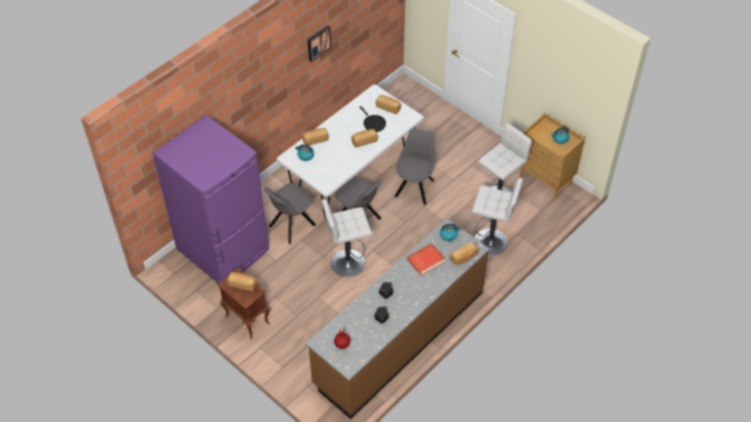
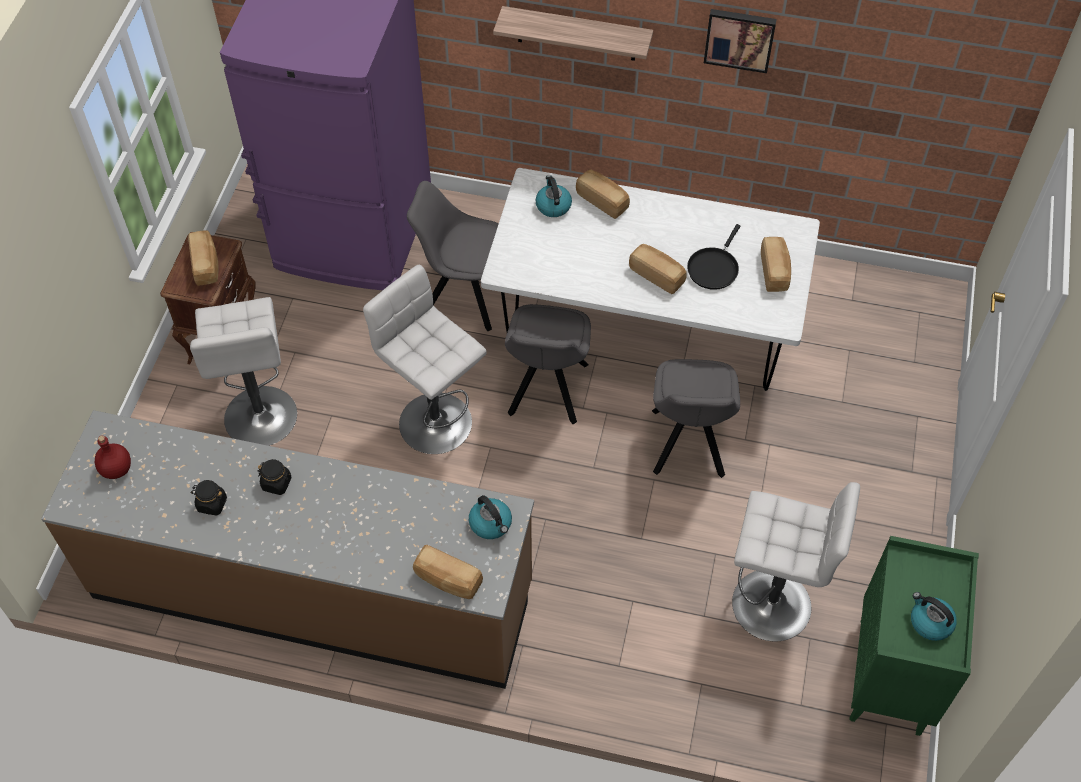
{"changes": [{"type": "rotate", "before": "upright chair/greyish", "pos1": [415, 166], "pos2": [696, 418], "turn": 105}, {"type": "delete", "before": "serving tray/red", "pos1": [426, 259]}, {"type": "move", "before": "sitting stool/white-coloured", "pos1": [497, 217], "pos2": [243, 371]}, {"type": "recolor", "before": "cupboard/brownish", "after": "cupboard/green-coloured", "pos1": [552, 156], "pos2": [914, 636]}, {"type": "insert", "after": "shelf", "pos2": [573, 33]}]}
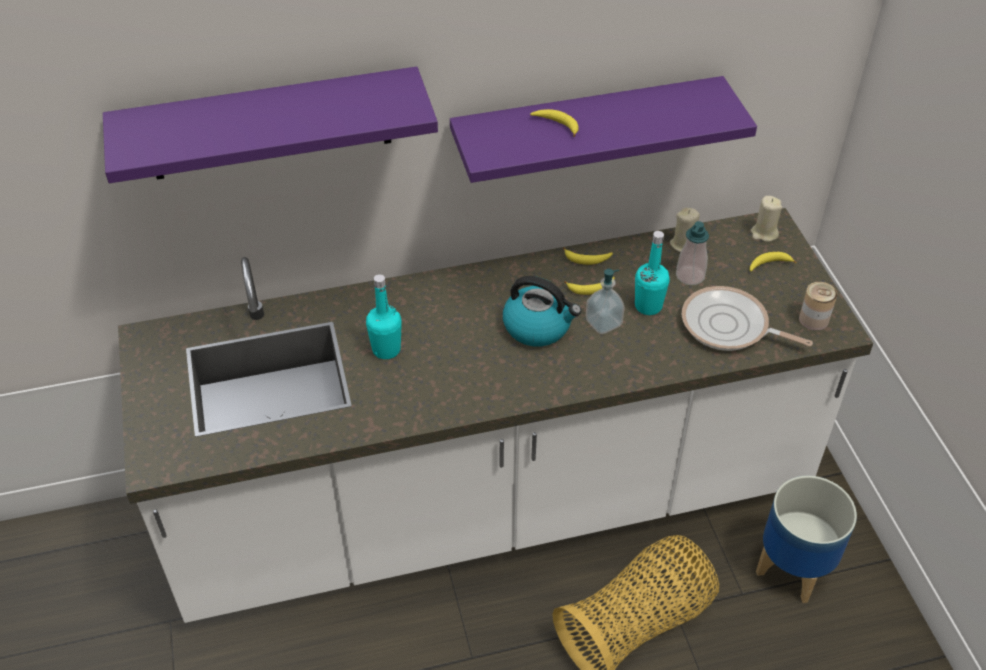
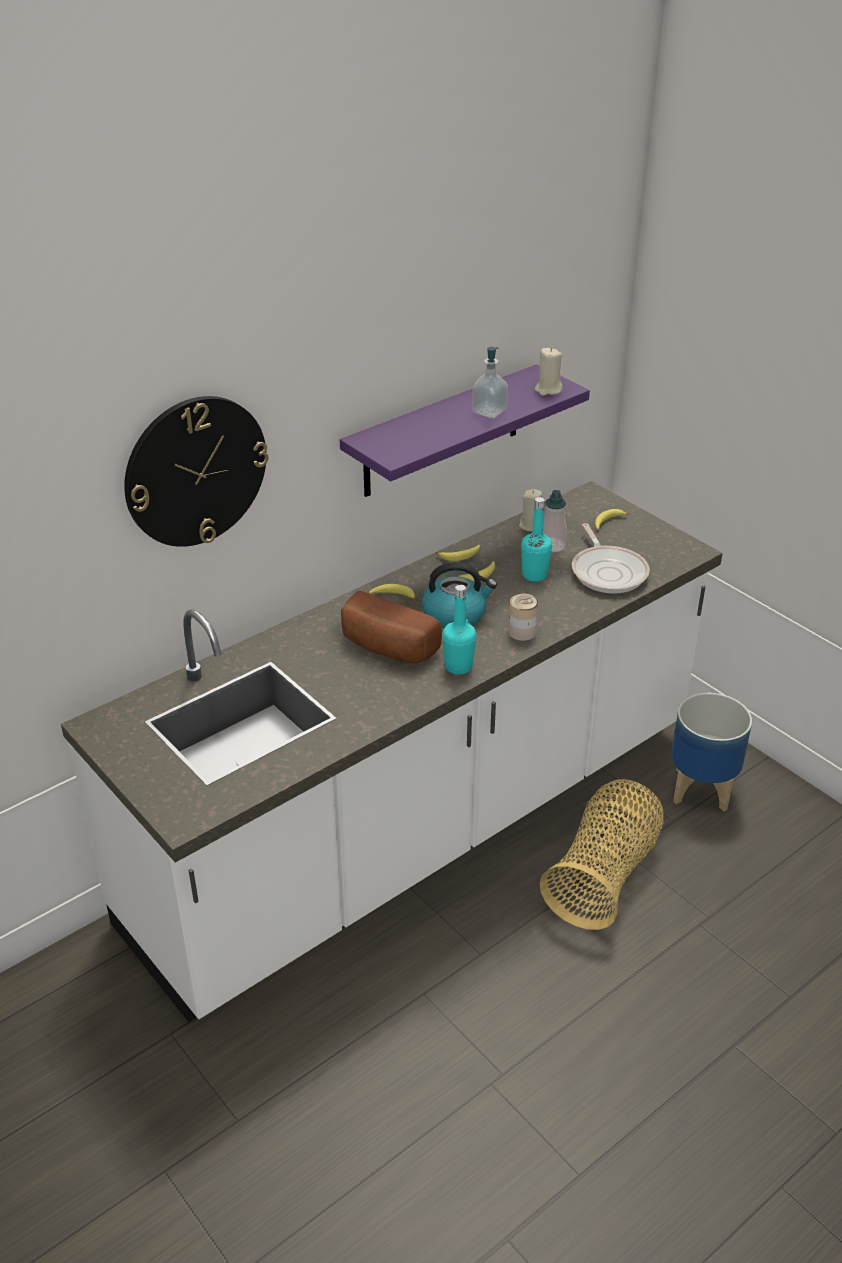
{"changes": [{"type": "replace", "before": "shelf/purple-coloured", "after": "clock on the wall", "pos1": [270, 125], "pos2": [196, 471]}, {"type": "move", "before": "beverage bottle/turquoise-coloured", "pos1": [384, 316], "pos2": [459, 630]}, {"type": "move", "before": "banana fruit", "pos1": [554, 123], "pos2": [392, 592]}, {"type": "move", "before": "soap dispenser", "pos1": [605, 301], "pos2": [490, 382]}, {"type": "rotate", "before": "frying pan", "pos1": [747, 318], "pos2": [611, 558], "turn": -105}, {"type": "move", "before": "candle/beige", "pos1": [766, 219], "pos2": [549, 372]}, {"type": "move", "before": "can", "pos1": [818, 306], "pos2": [524, 617]}, {"type": "insert", "after": "bread", "pos2": [391, 627]}]}
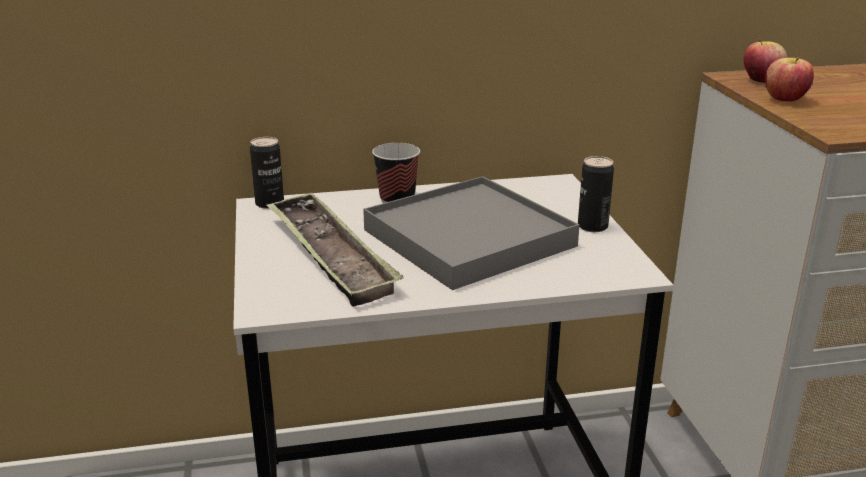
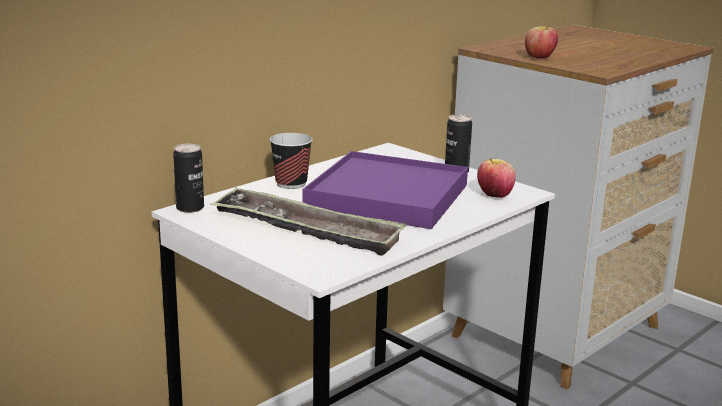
{"changes": [{"type": "recolor", "before": "serving tray/greyish", "after": "serving tray/purple-coloured", "pos1": [471, 233], "pos2": [385, 190]}, {"type": "move", "before": "whole apple", "pos1": [765, 60], "pos2": [496, 178]}]}
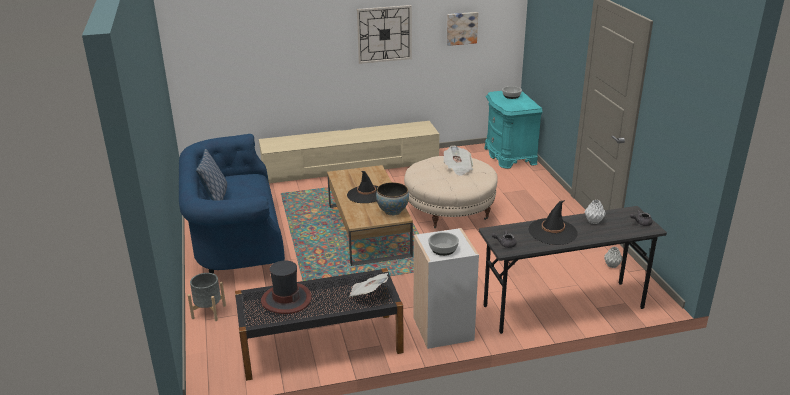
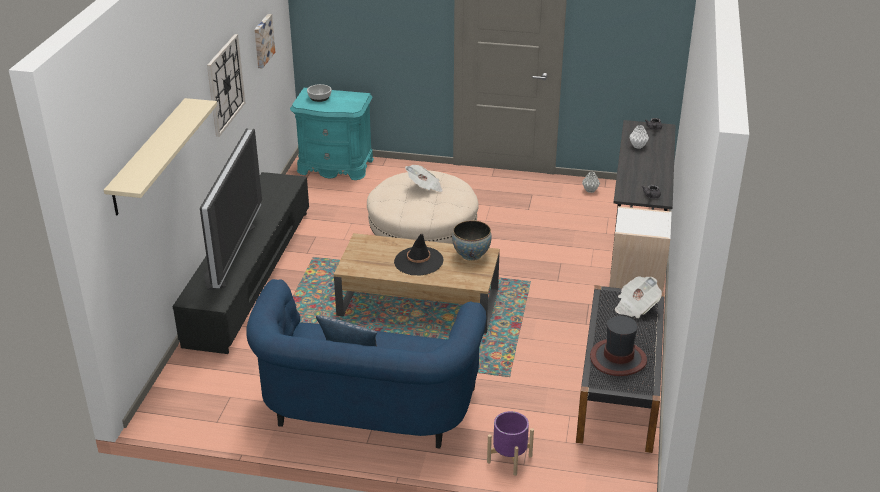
{"changes": [{"type": "recolor", "before": "planter/greyish", "after": "planter/purple-coloured", "pos1": [207, 297], "pos2": [510, 443]}, {"type": "recolor", "before": "tv stand/beige", "after": "tv stand/blackish", "pos1": [349, 152], "pos2": [240, 263]}, {"type": "delete", "before": "bowl", "pos1": [443, 244]}, {"type": "delete", "before": "wearable hat/blackish", "pos1": [553, 222]}, {"type": "insert", "after": "shelf/beige", "pos2": [160, 156]}, {"type": "insert", "after": "television", "pos2": [231, 209]}]}
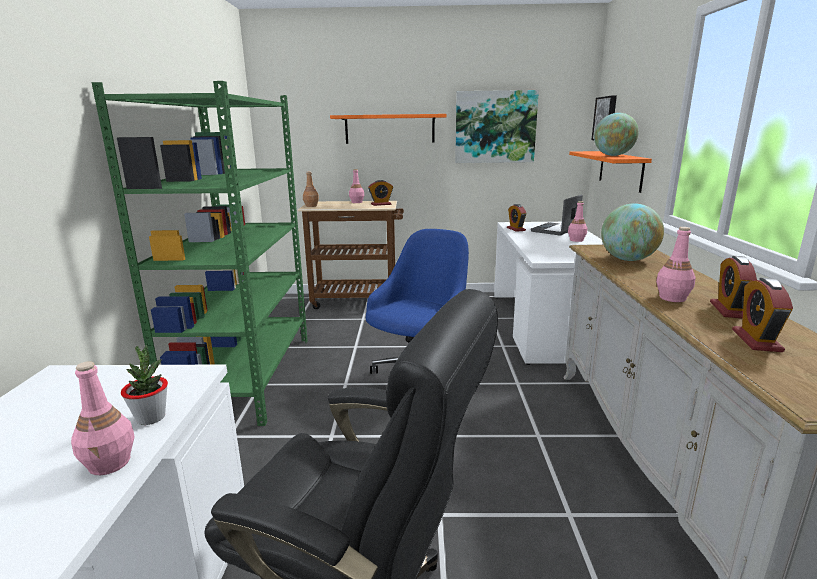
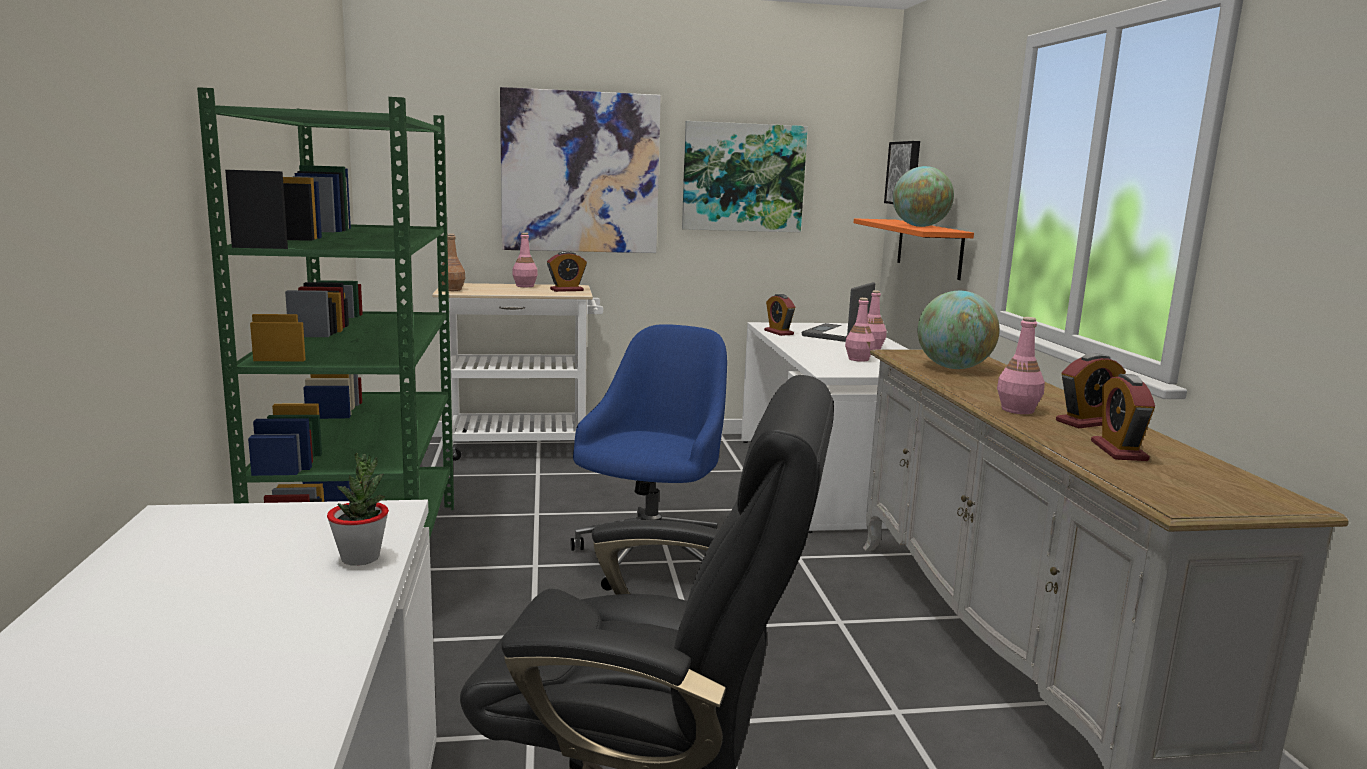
{"changes": [{"type": "move", "before": "beverage bottle/pink-coloured", "pos1": [102, 418], "pos2": [860, 330]}, {"type": "recolor", "before": "cart/brownish", "after": "cart/white-coloured", "pos1": [351, 255], "pos2": [517, 372]}, {"type": "replace", "before": "shelf/orangey", "after": "picture", "pos1": [388, 129], "pos2": [580, 170]}, {"type": "rotate", "before": "alarm clock", "pos1": [733, 287], "pos2": [1091, 390], "turn": -120}]}
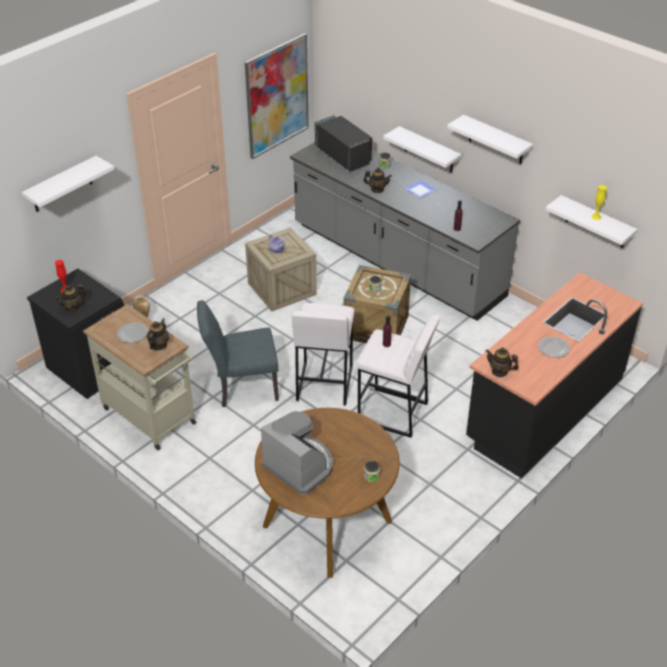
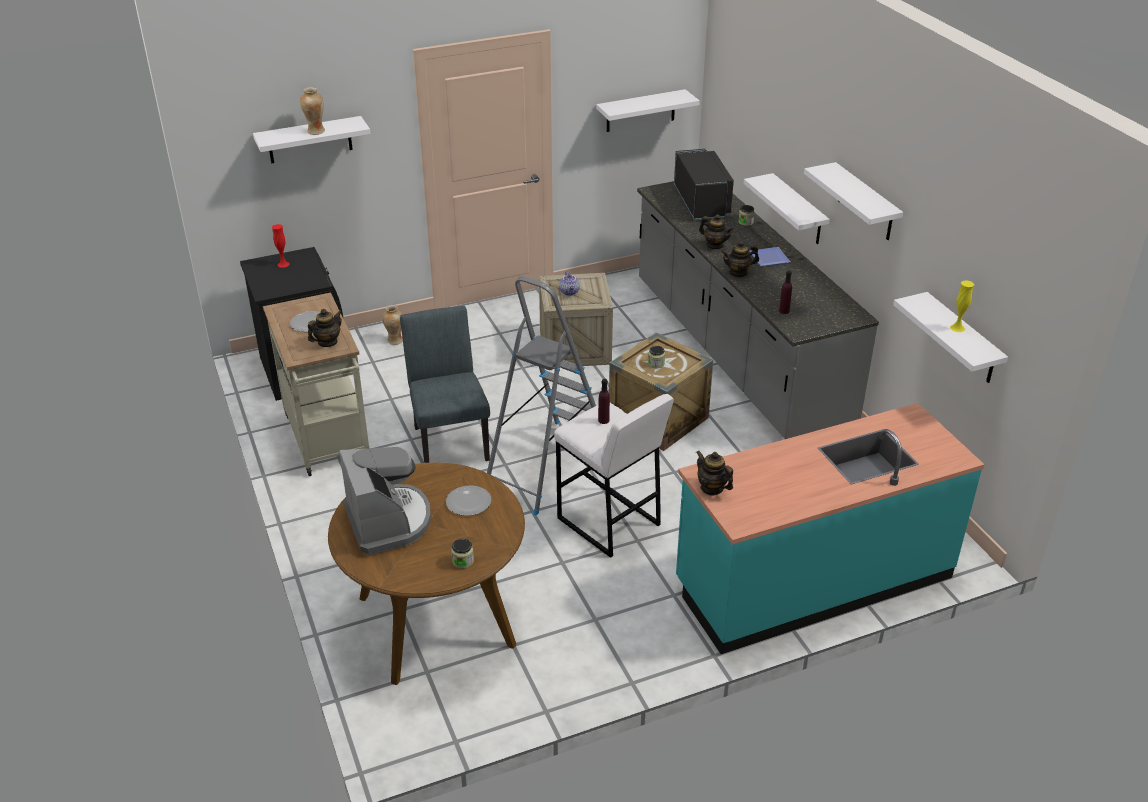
{"changes": [{"type": "move", "before": "pot for tea", "pos1": [70, 298], "pos2": [740, 259]}, {"type": "rotate", "before": "upright chair/greyish", "pos1": [238, 353], "pos2": [445, 384], "turn": 60}, {"type": "replace", "before": "picture", "after": "shelf/white-coloured", "pos1": [277, 96], "pos2": [648, 110]}, {"type": "replace", "before": "sitting stool/white-coloured", "after": "stepladder/greyish", "pos1": [323, 354], "pos2": [541, 395]}, {"type": "recolor", "before": "kitchen base unit/blackish", "after": "kitchen base unit/turquoise-coloured", "pos1": [554, 375], "pos2": [830, 528]}, {"type": "move", "before": "flat dish", "pos1": [554, 347], "pos2": [468, 500]}, {"type": "insert", "after": "decorative vase", "pos2": [312, 111]}]}
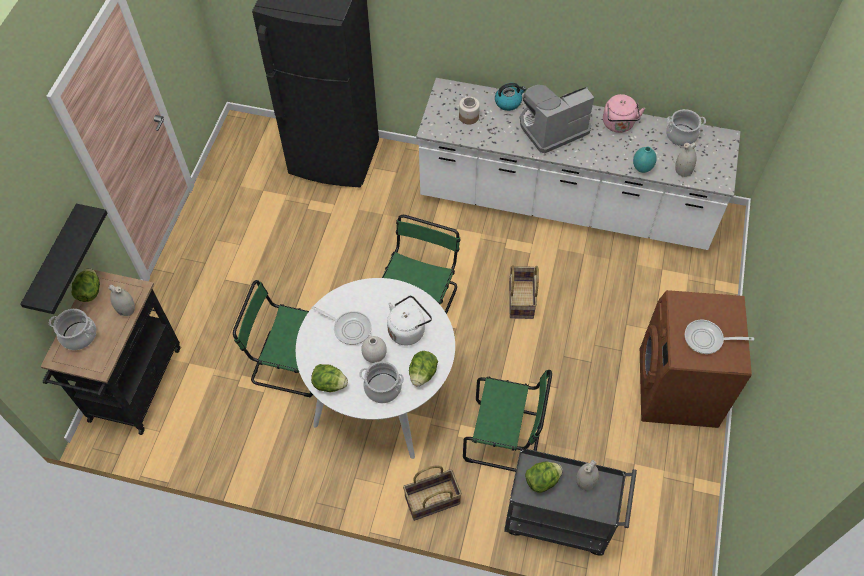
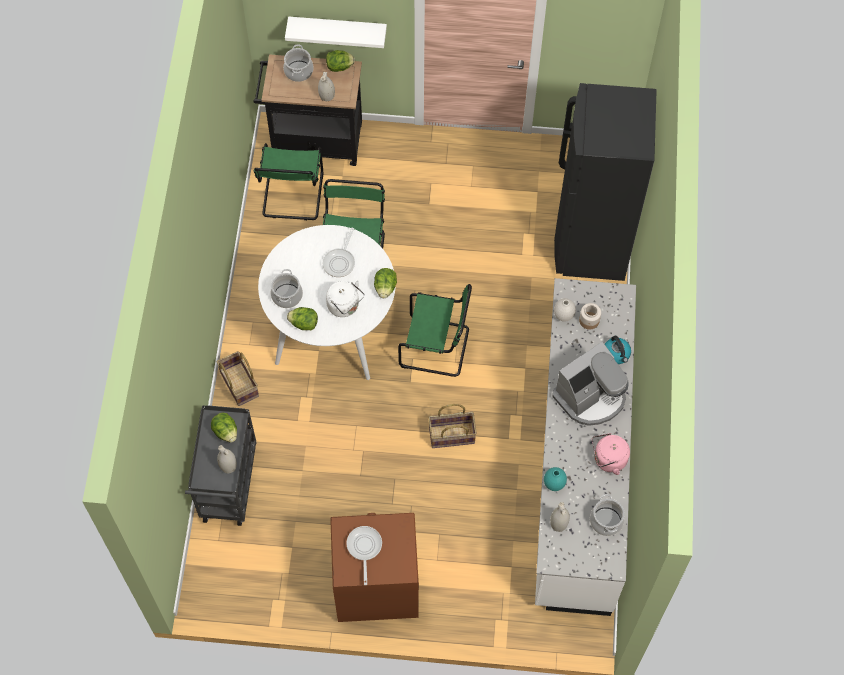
{"changes": [{"type": "recolor", "before": "shelf/blackish", "after": "shelf/white-coloured", "pos1": [63, 259], "pos2": [336, 32]}, {"type": "move", "before": "lettuce", "pos1": [329, 378], "pos2": [385, 283]}, {"type": "move", "before": "decorative vase/white-coloured", "pos1": [374, 349], "pos2": [565, 310]}, {"type": "move", "before": "upright chair/green-coloured", "pos1": [507, 421], "pos2": [288, 181]}, {"type": "rotate", "before": "coffee brewer", "pos1": [557, 119], "pos2": [590, 384], "turn": 90}]}
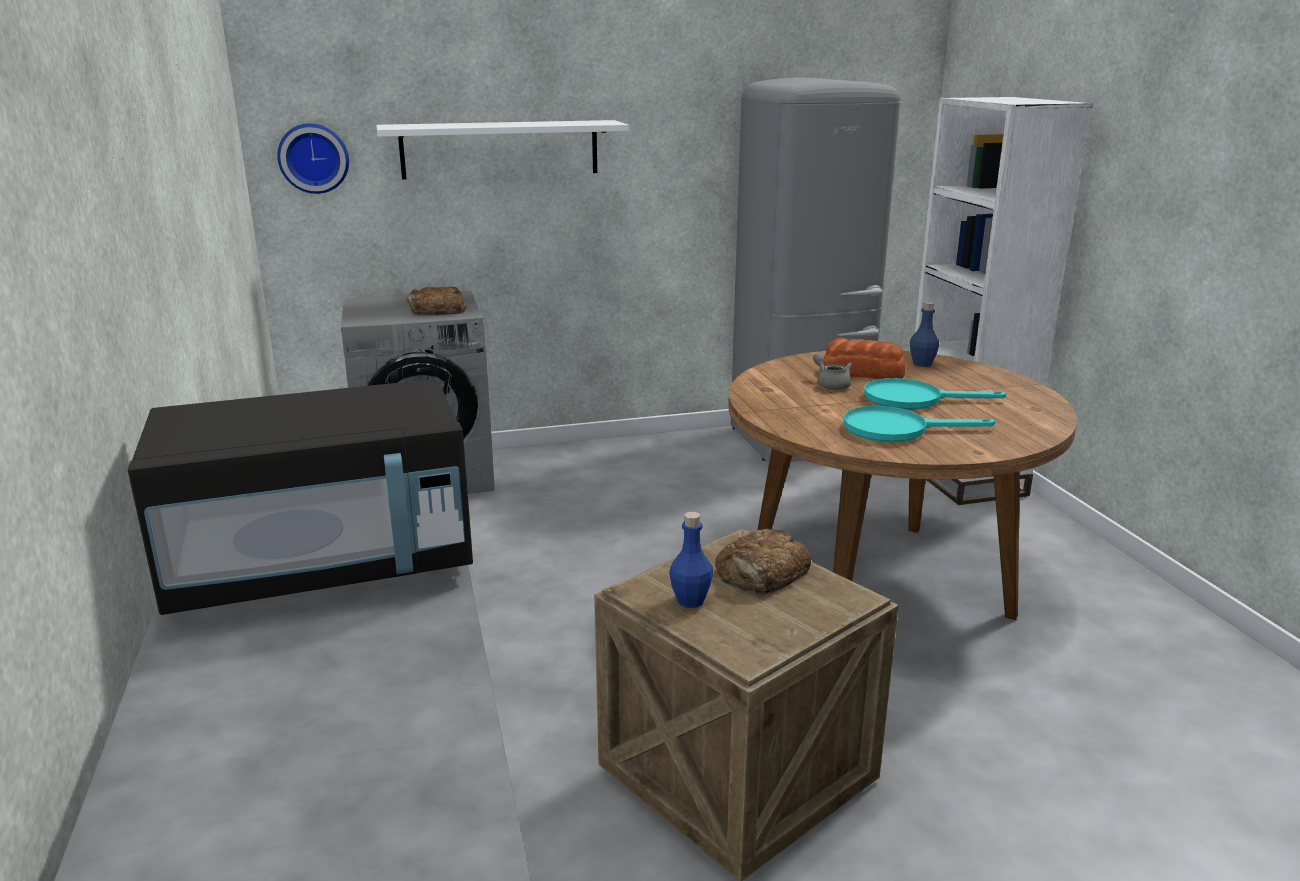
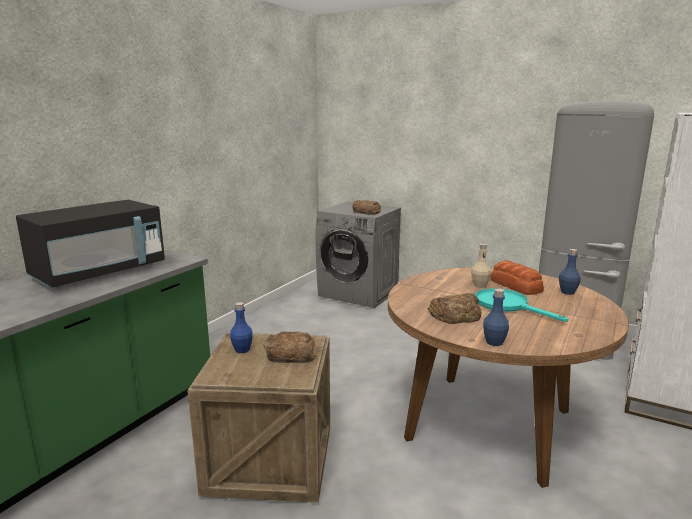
{"changes": [{"type": "rotate", "before": "microwave/blackish", "pos1": [300, 497], "pos2": [90, 244], "turn": -75}, {"type": "delete", "before": "clock on the wall", "pos1": [313, 158]}, {"type": "delete", "before": "shelf/white-coloured", "pos1": [502, 149]}, {"type": "replace", "before": "pot for tea/greyish", "after": "beverage bottle/beige", "pos1": [832, 371], "pos2": [481, 266]}, {"type": "replace", "before": "frying pan/turquoise-coloured", "after": "bread", "pos1": [919, 424], "pos2": [454, 308]}, {"type": "insert", "after": "beverage bottle/blue-coloured", "pos2": [496, 317]}]}
